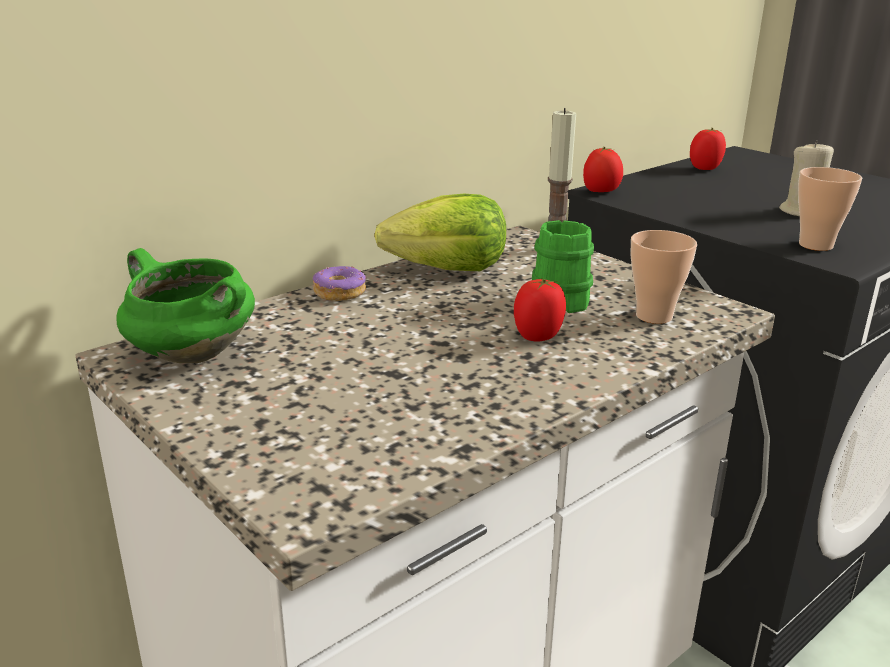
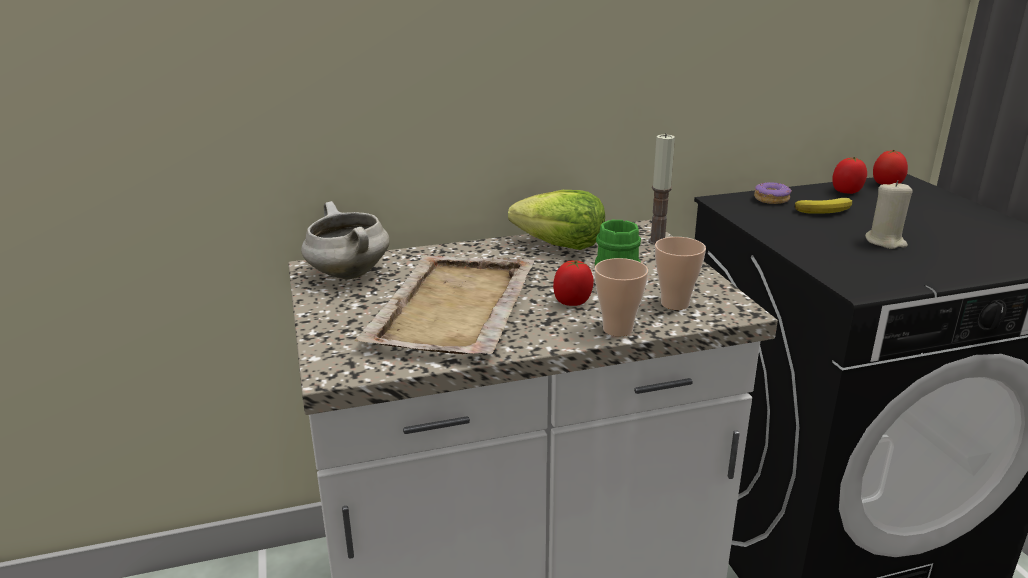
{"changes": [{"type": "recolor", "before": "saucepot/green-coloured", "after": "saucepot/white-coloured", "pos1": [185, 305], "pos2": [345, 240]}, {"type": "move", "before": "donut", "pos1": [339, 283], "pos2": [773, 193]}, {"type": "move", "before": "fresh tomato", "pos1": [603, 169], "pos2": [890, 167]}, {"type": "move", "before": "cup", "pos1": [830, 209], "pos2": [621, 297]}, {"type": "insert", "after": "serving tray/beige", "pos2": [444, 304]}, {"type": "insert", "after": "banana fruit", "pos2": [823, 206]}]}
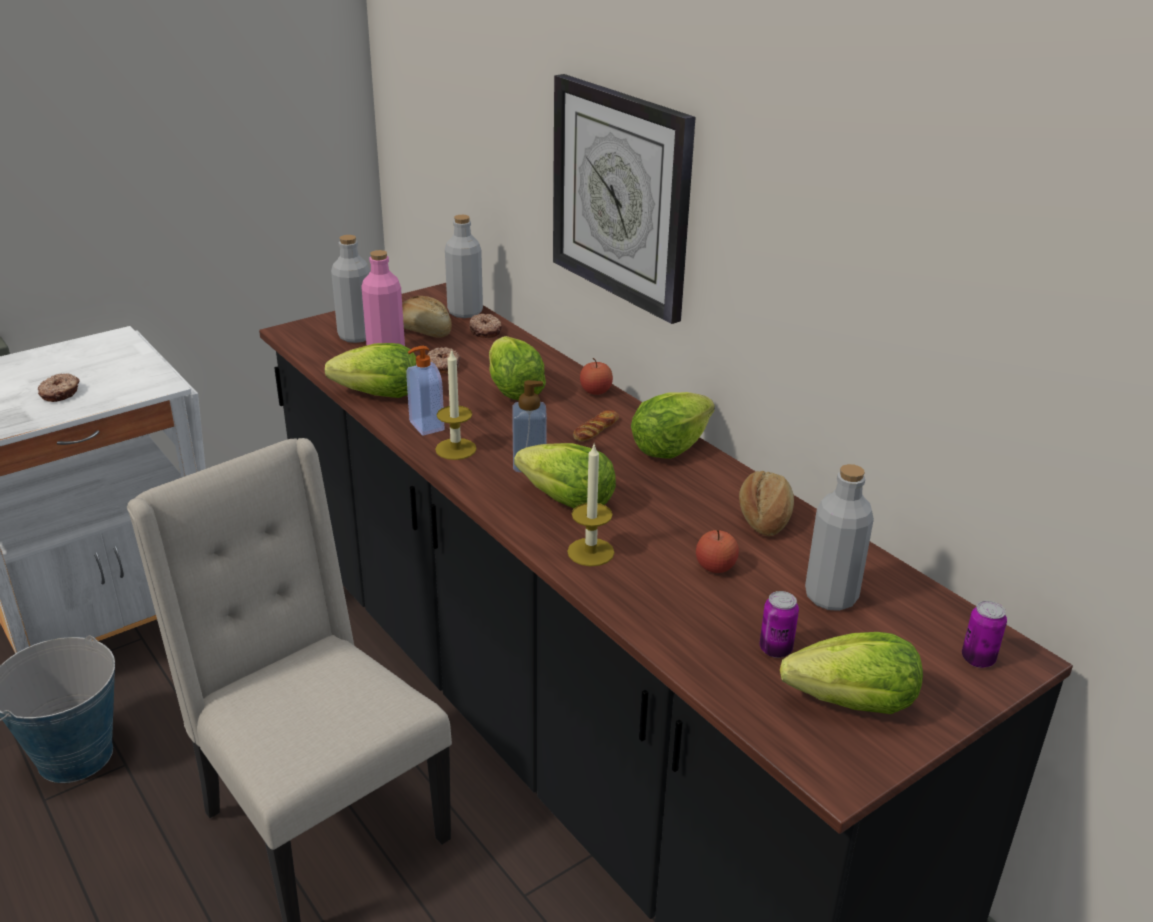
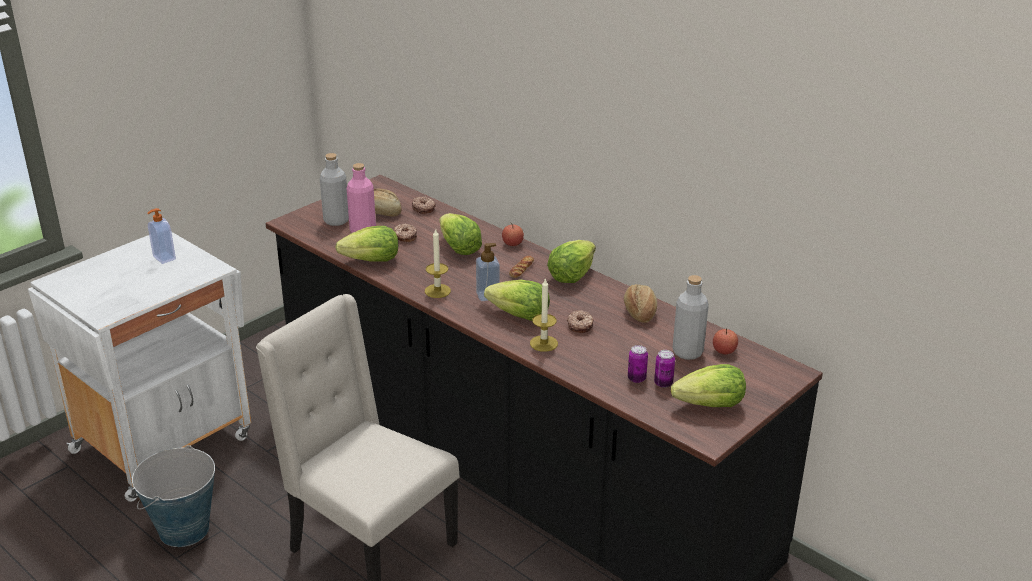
{"changes": [{"type": "move", "before": "donut", "pos1": [58, 387], "pos2": [580, 321]}, {"type": "move", "before": "soap dispenser", "pos1": [425, 391], "pos2": [161, 236]}, {"type": "delete", "before": "beverage bottle/greyish", "pos1": [464, 266]}, {"type": "delete", "before": "clock on the wall", "pos1": [624, 199]}, {"type": "move", "before": "whole apple", "pos1": [717, 551], "pos2": [725, 341]}, {"type": "move", "before": "can", "pos1": [984, 634], "pos2": [638, 364]}]}
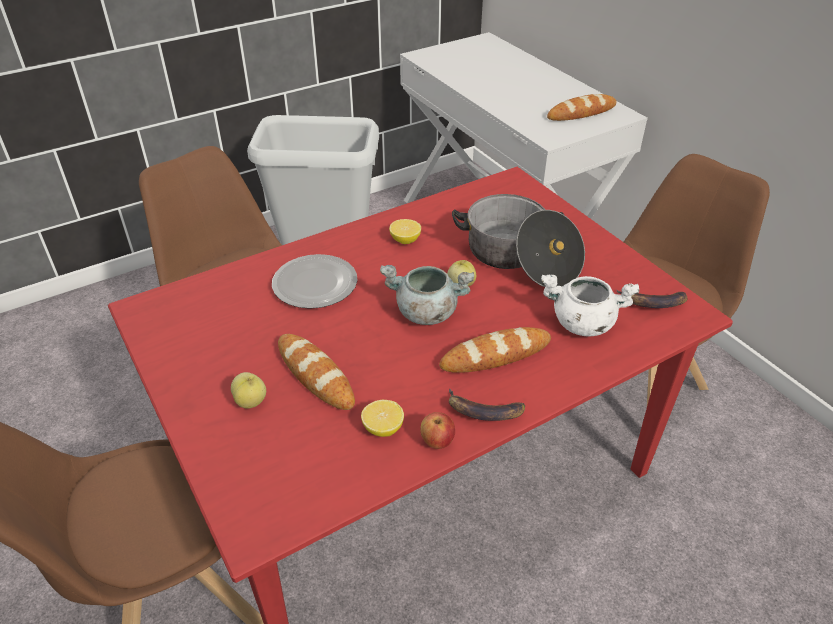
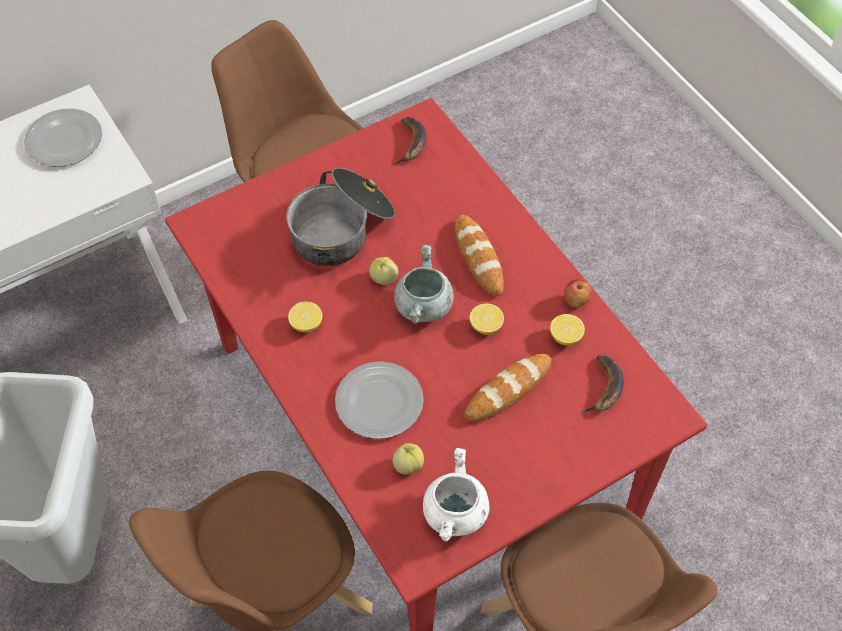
{"changes": [{"type": "move", "before": "whole apple", "pos1": [248, 390], "pos2": [408, 458]}, {"type": "move", "before": "banana fruit", "pos1": [487, 404], "pos2": [602, 384]}, {"type": "move", "before": "saucepot/white-coloured", "pos1": [590, 305], "pos2": [456, 495]}, {"type": "replace", "before": "bread", "after": "flat dish", "pos1": [581, 107], "pos2": [63, 137]}, {"type": "insert", "after": "whole lemon", "pos2": [486, 319]}]}
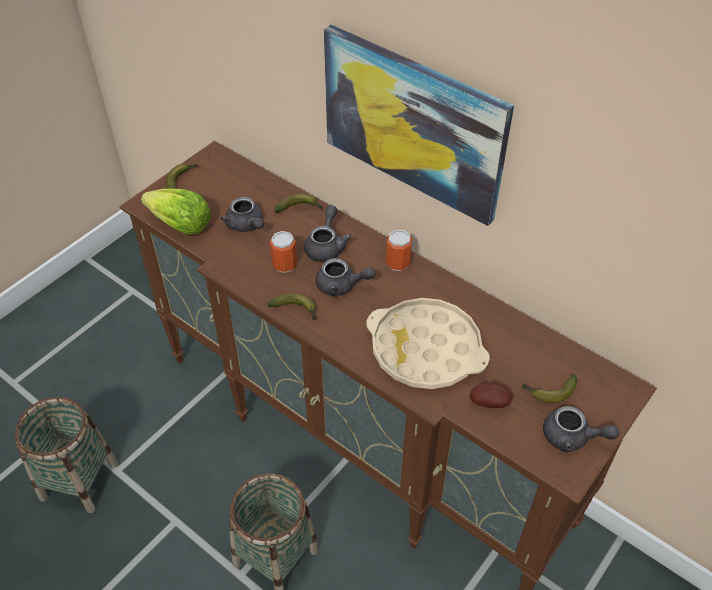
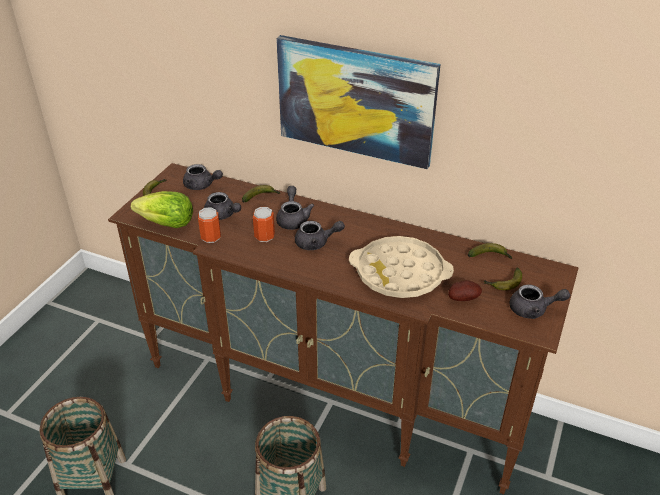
{"changes": [{"type": "move", "before": "banana fruit", "pos1": [291, 306], "pos2": [490, 251]}, {"type": "move", "before": "can", "pos1": [399, 250], "pos2": [209, 225]}, {"type": "insert", "after": "pot for tea/greyish", "pos2": [203, 177]}]}
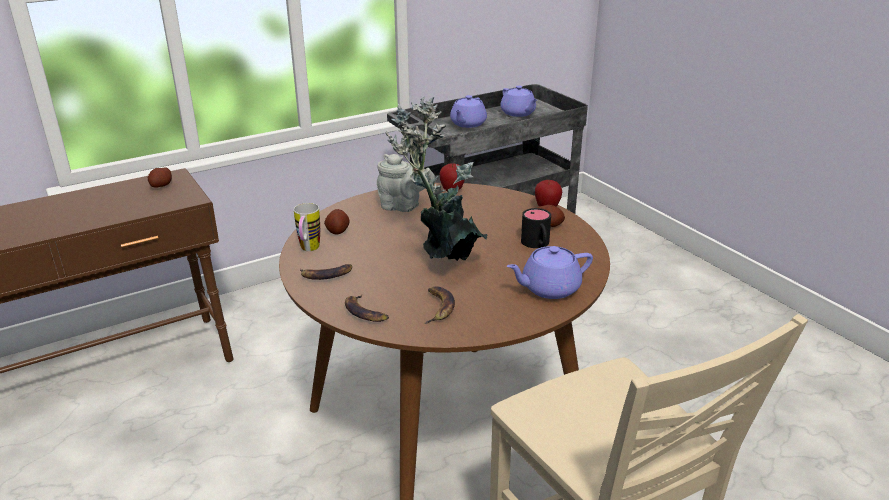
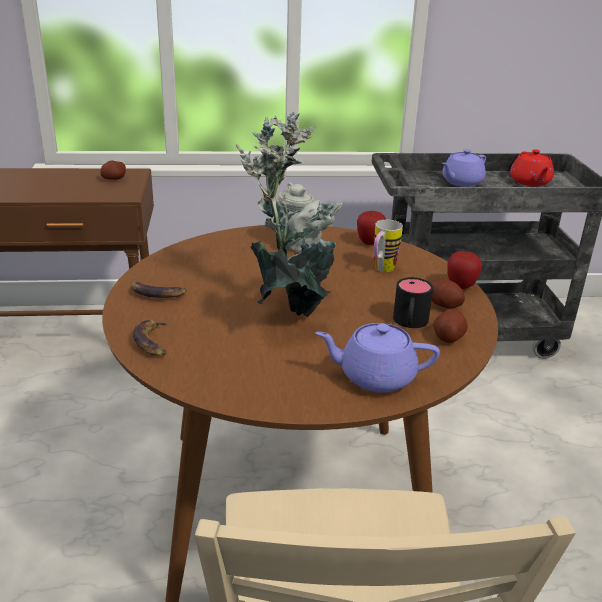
{"changes": [{"type": "move", "before": "coffee mug", "pos1": [307, 227], "pos2": [388, 246]}, {"type": "move", "before": "potato", "pos1": [336, 221], "pos2": [450, 326]}, {"type": "delete", "before": "banana fruit", "pos1": [439, 305]}, {"type": "recolor", "before": "pot for tea/purple-coloured", "after": "pot for tea/red", "pos1": [518, 101], "pos2": [532, 167]}]}
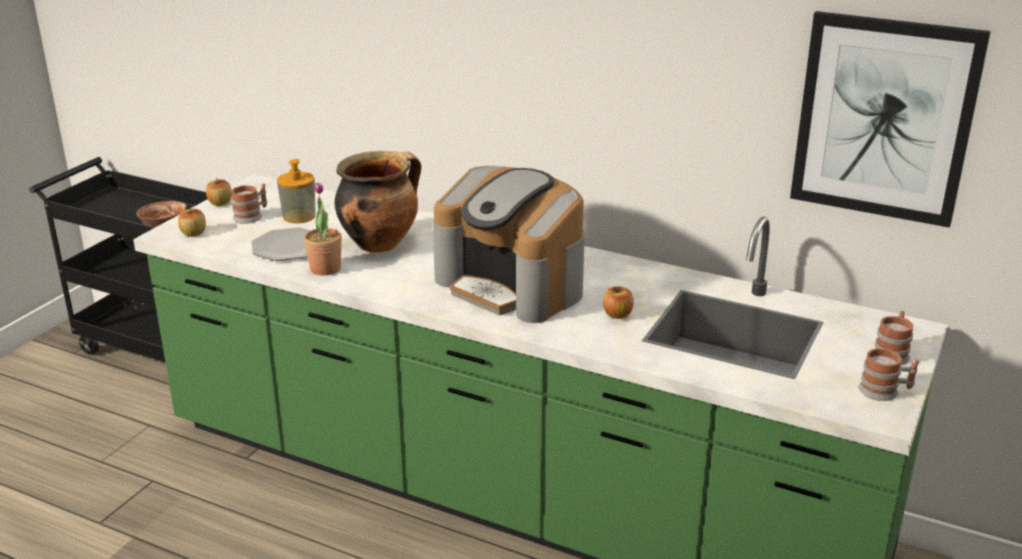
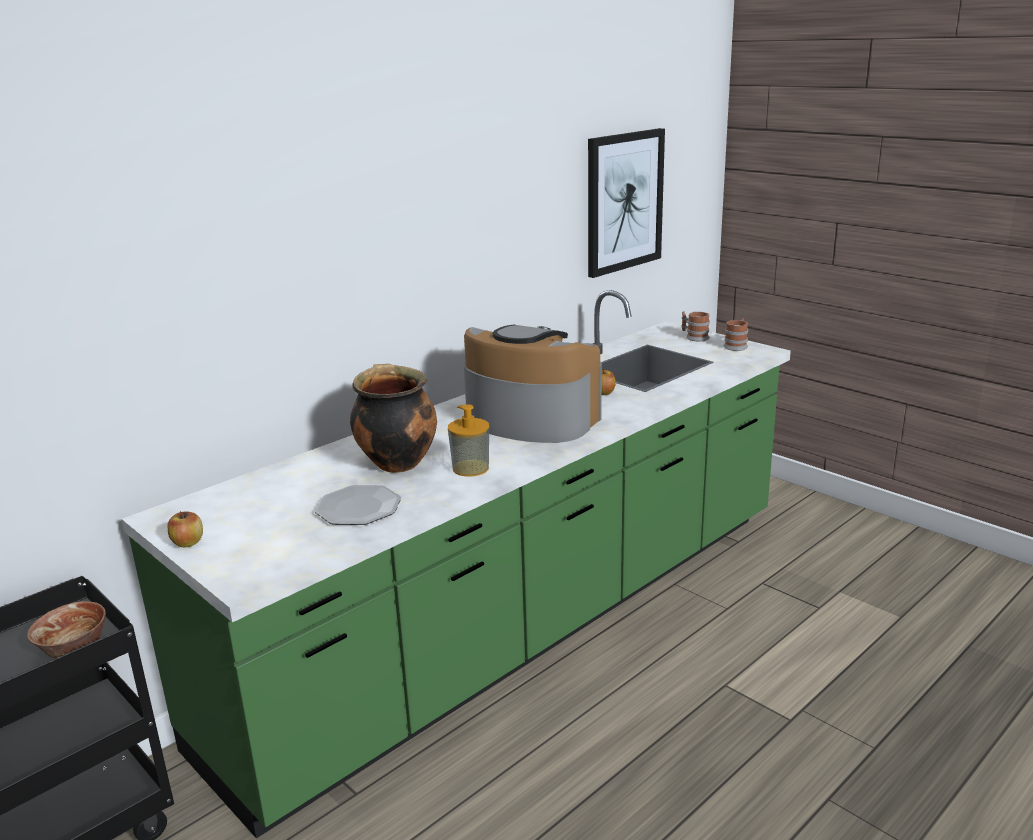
{"changes": [{"type": "delete", "before": "whole apple", "pos1": [192, 222]}, {"type": "delete", "before": "coffee mug", "pos1": [249, 204]}, {"type": "move", "before": "soap dispenser", "pos1": [296, 191], "pos2": [468, 440]}, {"type": "delete", "before": "houseplant", "pos1": [323, 228]}, {"type": "rotate", "before": "coffee brewer", "pos1": [509, 244], "pos2": [533, 384], "turn": -120}]}
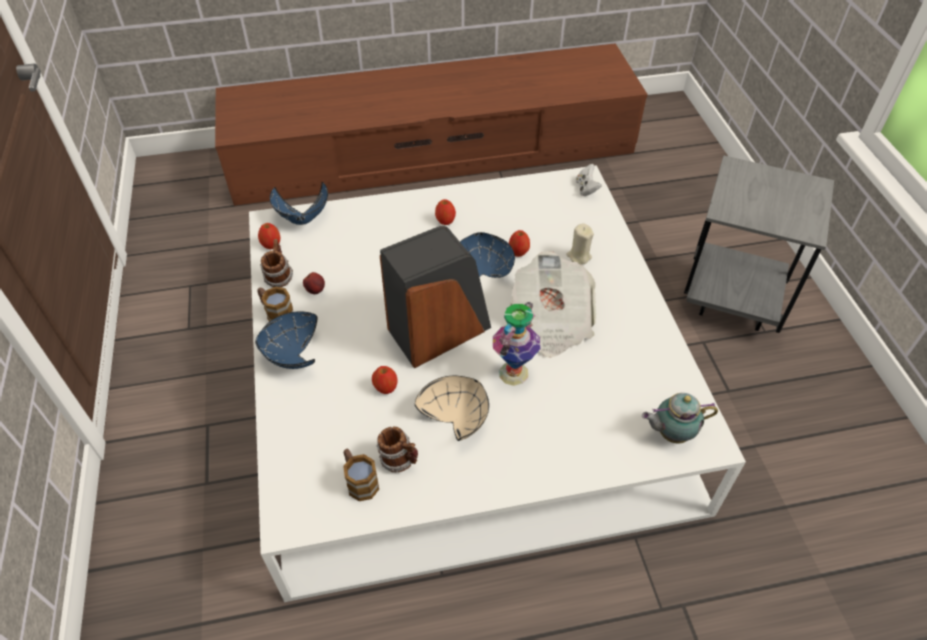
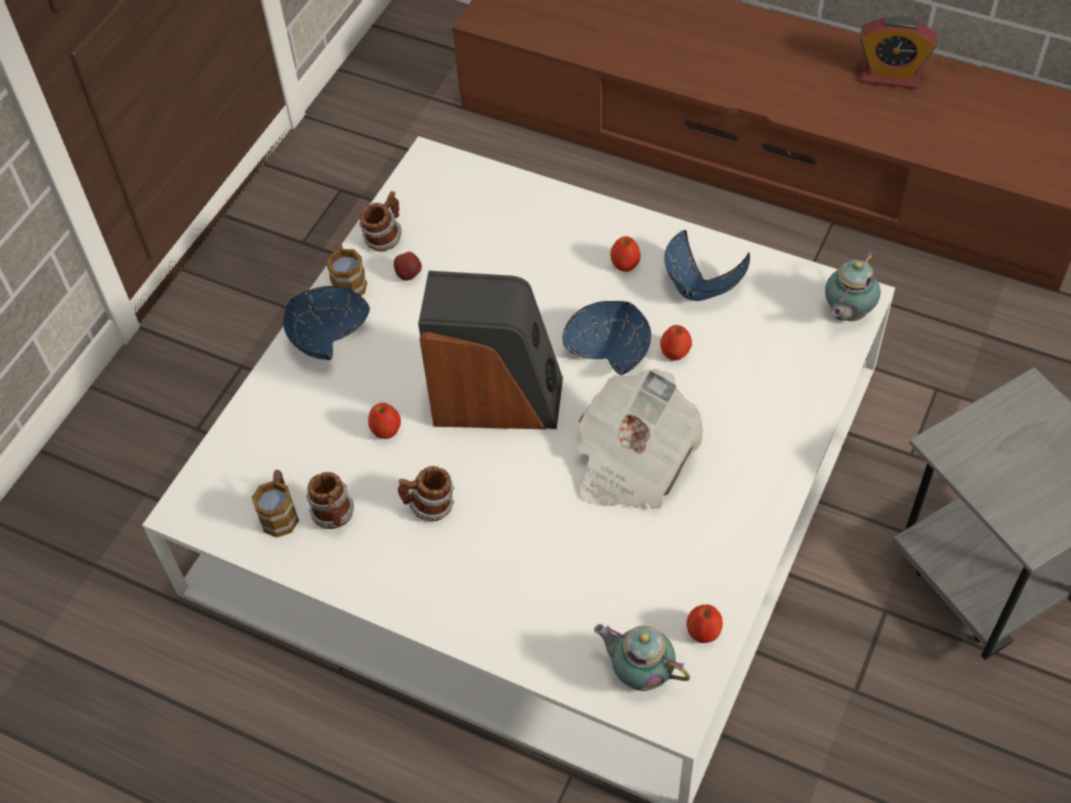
{"changes": [{"type": "move", "before": "whole apple", "pos1": [269, 236], "pos2": [705, 624]}, {"type": "move", "before": "bowl/blue-coloured", "pos1": [299, 203], "pos2": [707, 265]}, {"type": "replace", "before": "bowl/beige", "after": "coffee mug", "pos1": [452, 408], "pos2": [426, 494]}, {"type": "delete", "before": "decorative vase", "pos1": [516, 344]}, {"type": "delete", "before": "candle/beige", "pos1": [580, 244]}, {"type": "replace", "before": "joypad/white-coloured", "after": "pot for tea", "pos1": [588, 180], "pos2": [853, 286]}, {"type": "insert", "after": "alarm clock", "pos2": [898, 52]}]}
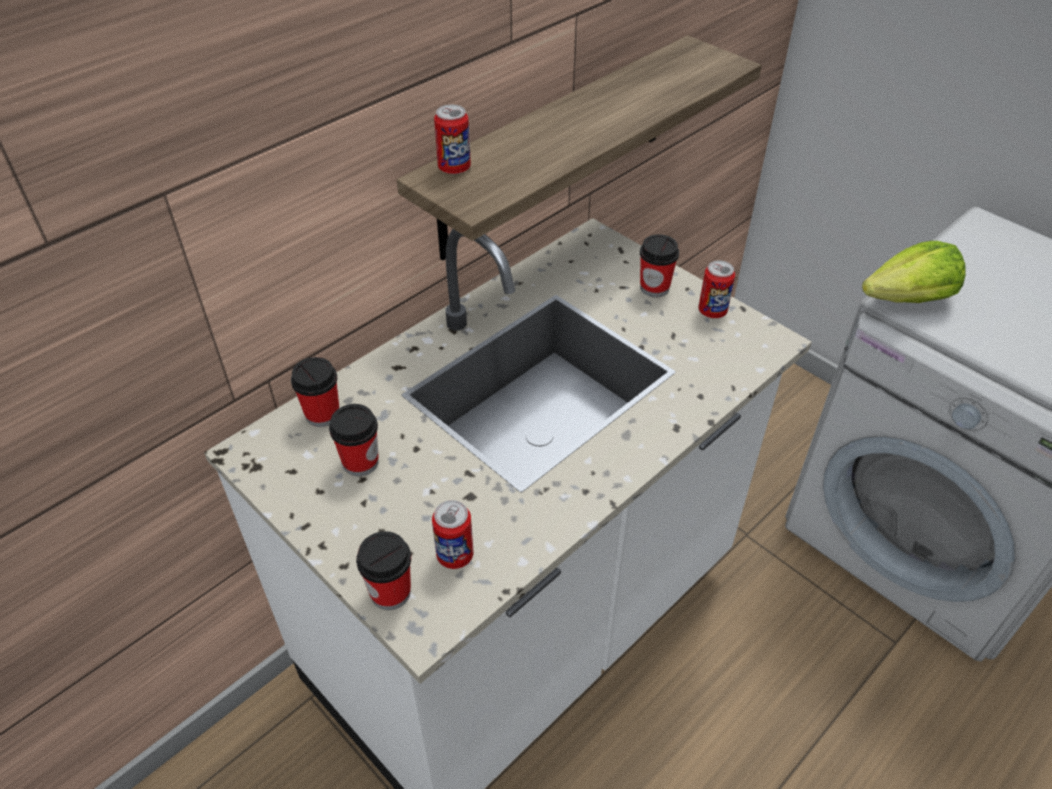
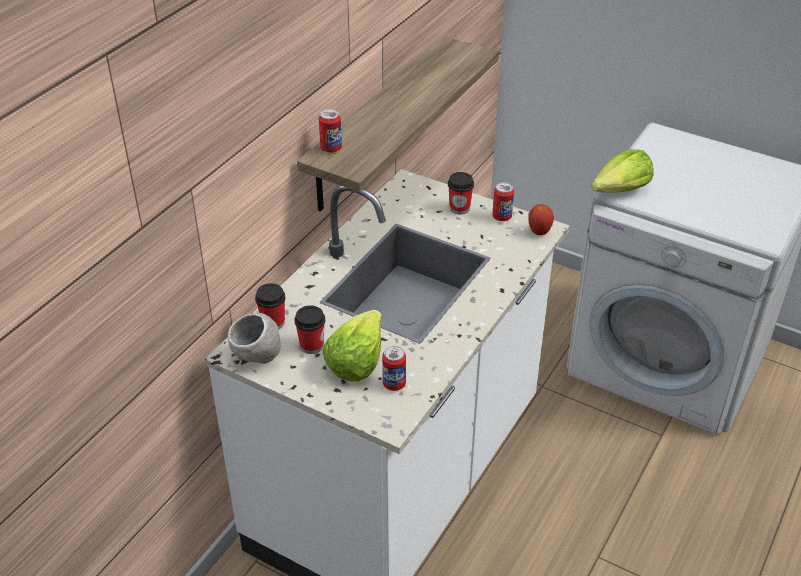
{"changes": [{"type": "delete", "before": "cup", "pos1": [383, 570]}, {"type": "insert", "after": "bowl/greyish", "pos2": [254, 338]}, {"type": "insert", "after": "lettuce", "pos2": [352, 345]}, {"type": "insert", "after": "whole apple", "pos2": [541, 219]}]}
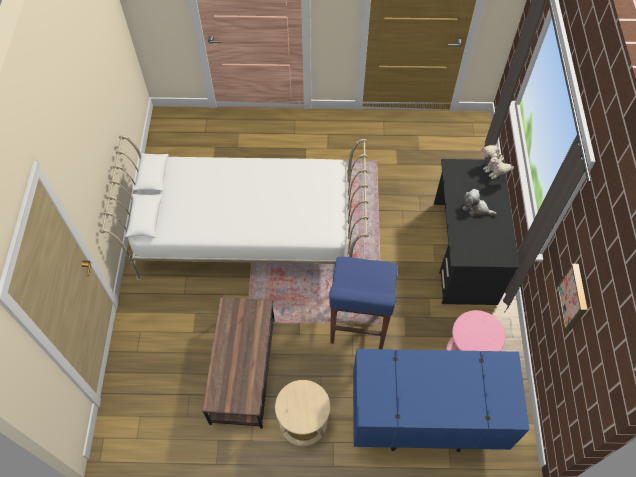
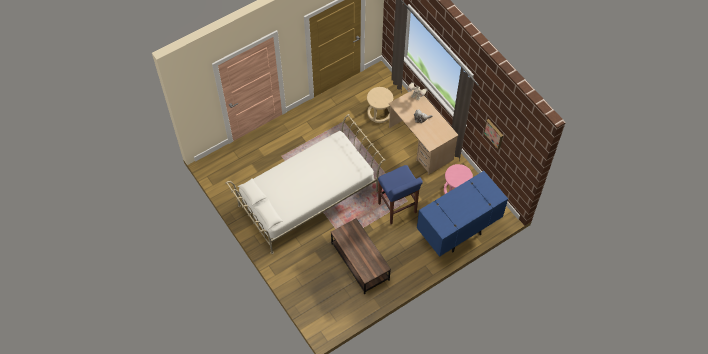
{"changes": [{"type": "move", "before": "sitting stool/beige", "pos1": [303, 413], "pos2": [380, 105]}, {"type": "recolor", "before": "desk/blackish", "after": "desk/beige", "pos1": [476, 232], "pos2": [424, 132]}]}
